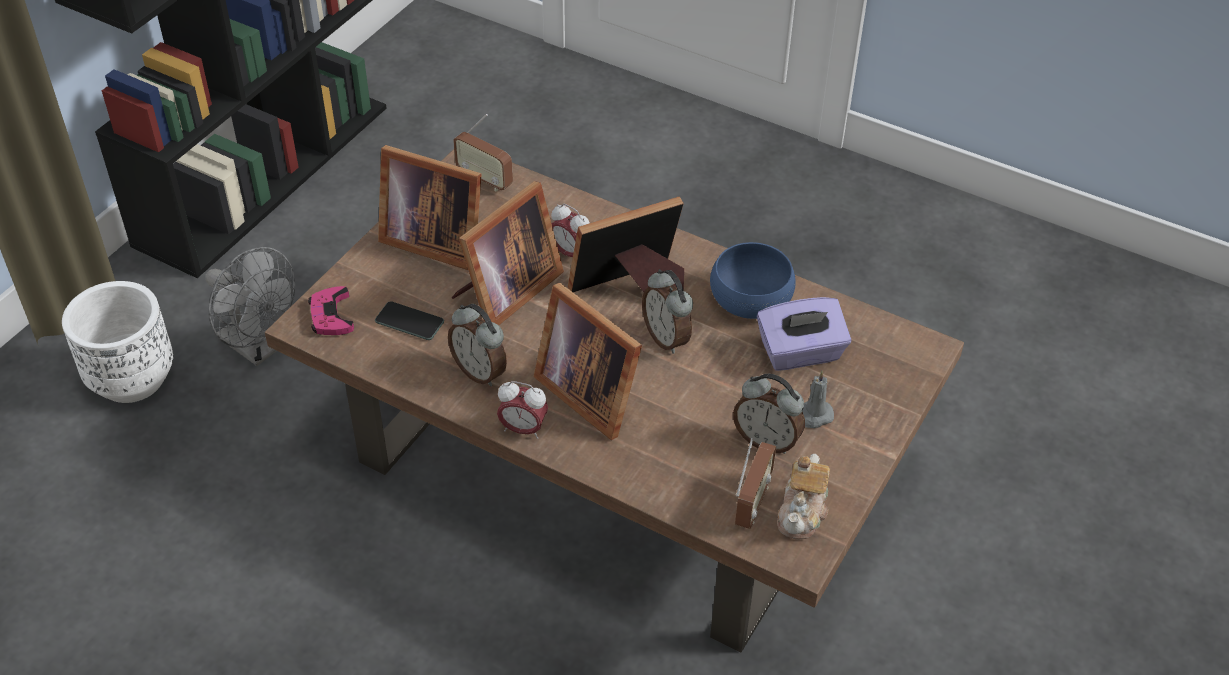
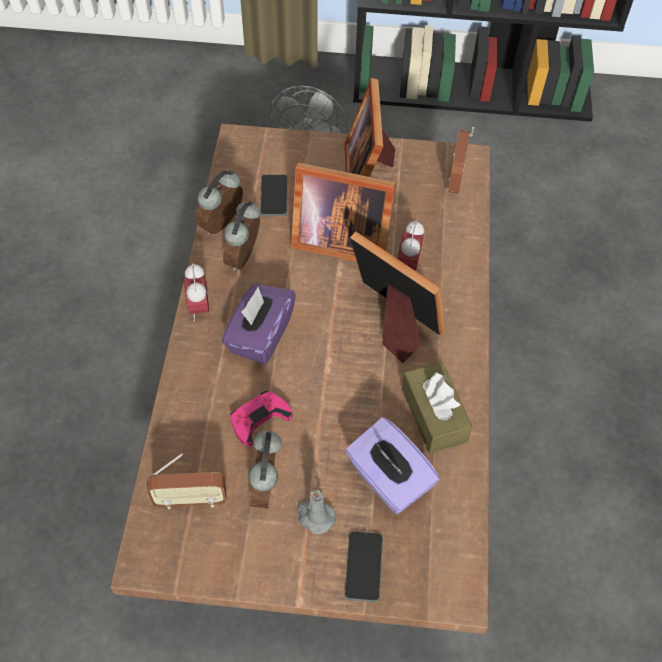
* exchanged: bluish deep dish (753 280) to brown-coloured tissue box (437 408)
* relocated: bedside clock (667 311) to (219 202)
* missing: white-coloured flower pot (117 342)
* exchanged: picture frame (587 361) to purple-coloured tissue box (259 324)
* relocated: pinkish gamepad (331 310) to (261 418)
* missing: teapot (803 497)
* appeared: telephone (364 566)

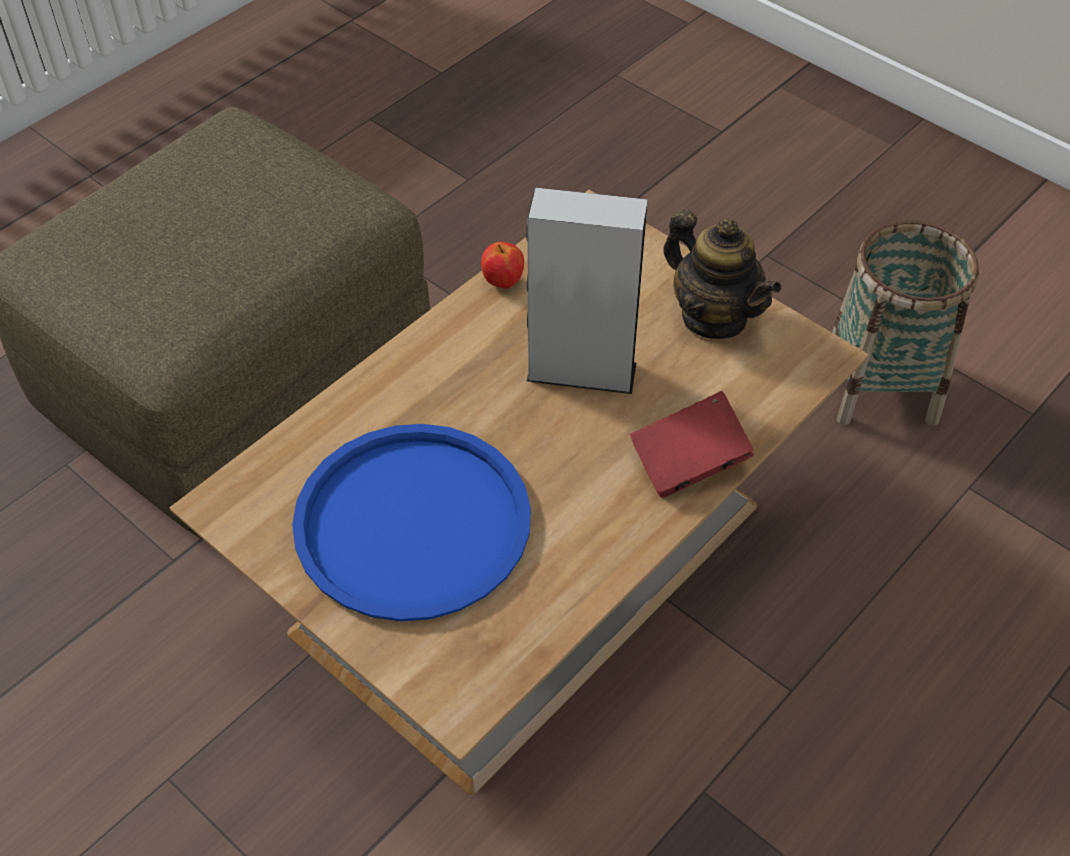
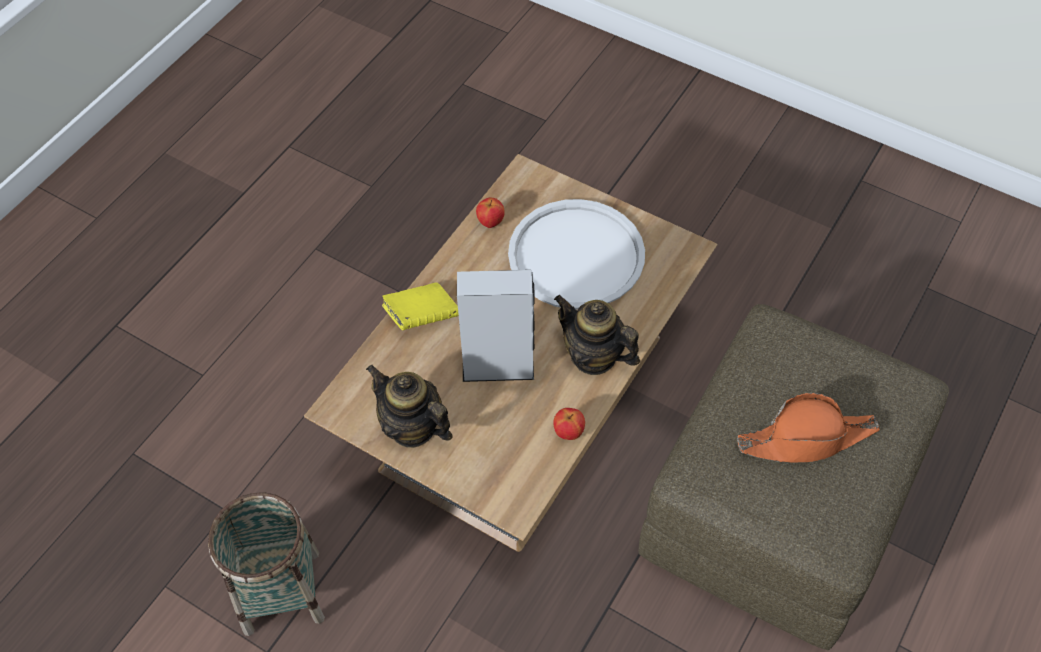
* colour: red-coloured volume (692 444) to yellow volume (420 306)
* colour: bluish serving tray (411 523) to white-coloured serving tray (576 254)
* appeared: apple fruit (490 213)
* appeared: teapot (597 335)
* appeared: orange hat (808 428)

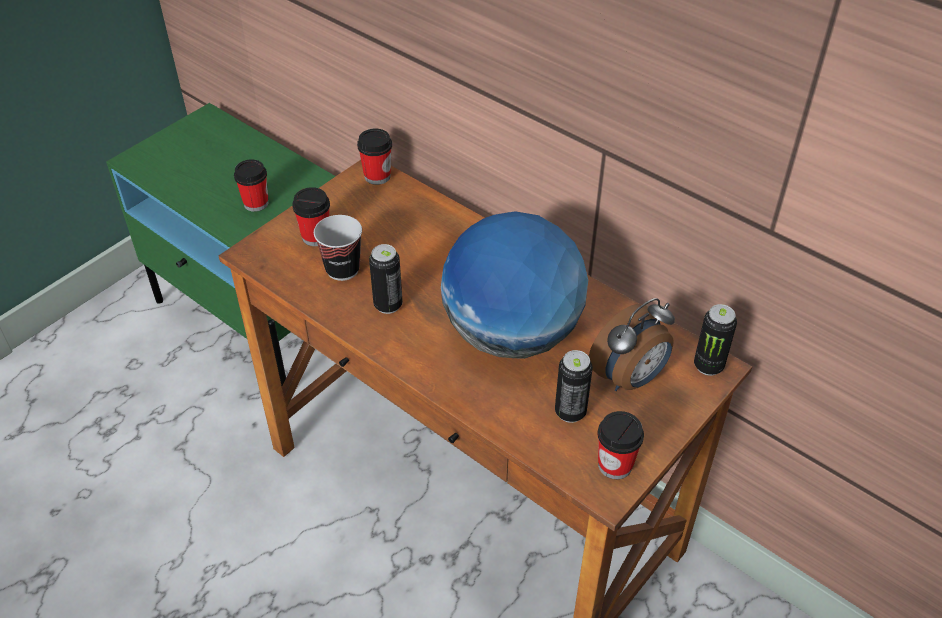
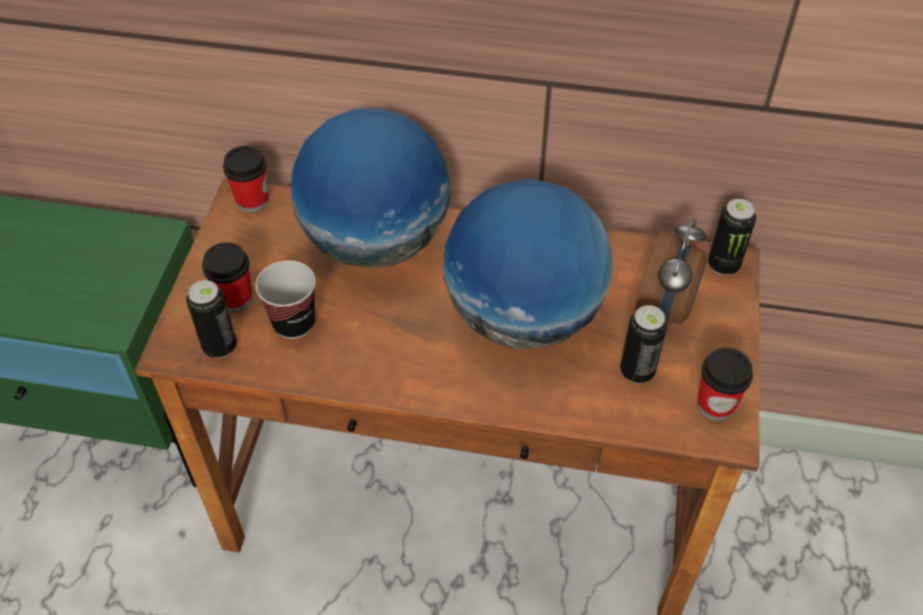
* missing: drinking cup (251 185)
* relocated: can (386 279) to (211 319)
* appeared: globe (370 188)

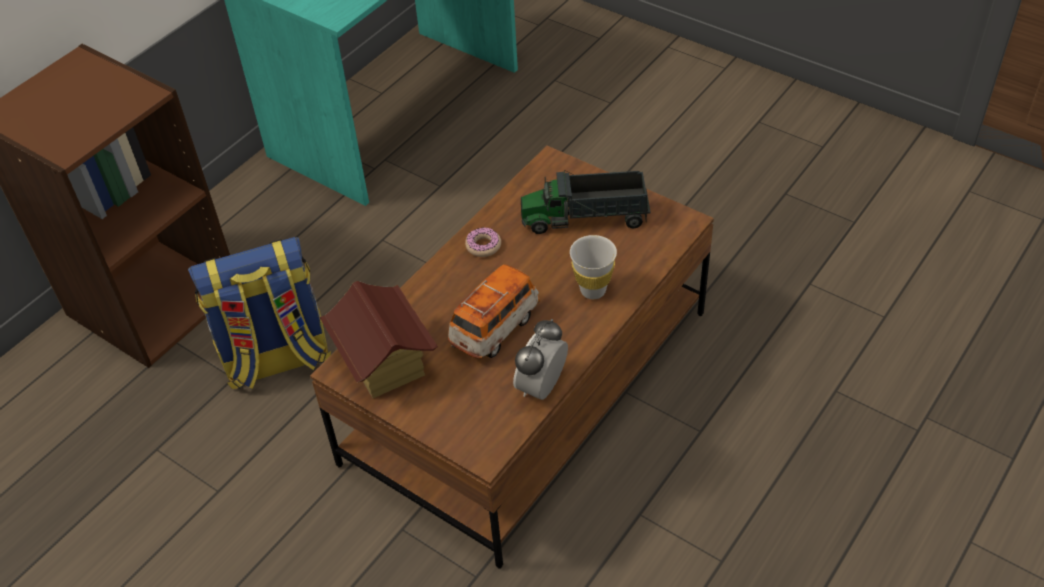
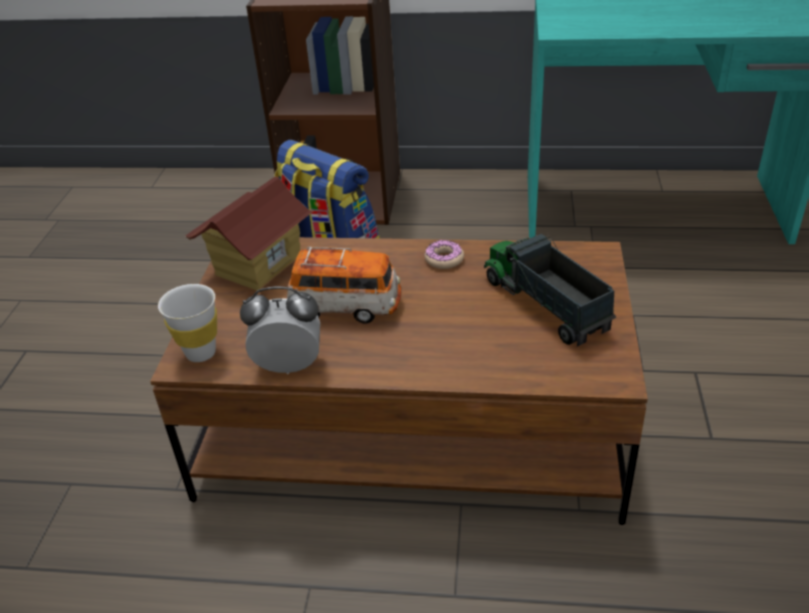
* relocated: white-coloured drinking cup (593 267) to (187 323)

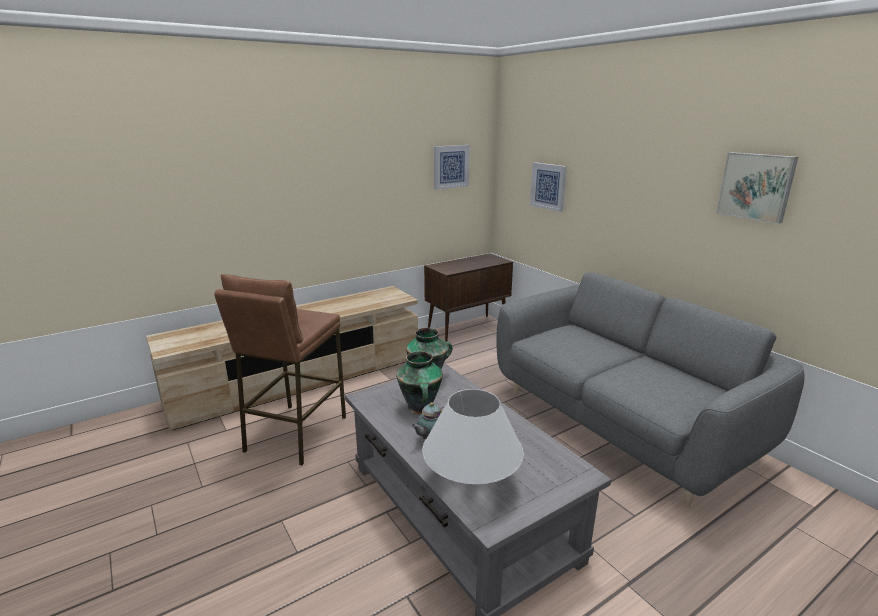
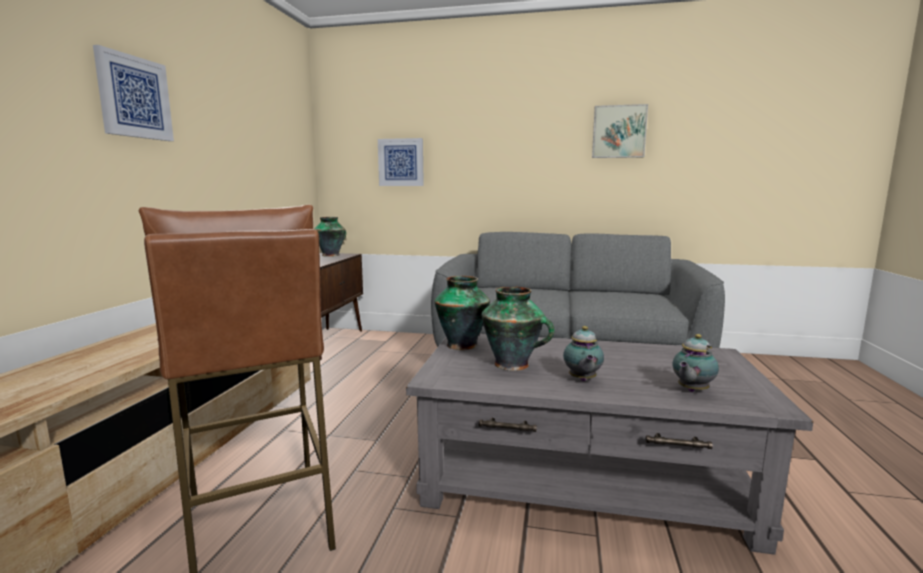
* relocated: wall art (452 167) to (133 93)
* exchanged: white-coloured tabletop lamp (473 437) to teapot (695 363)
* appeared: vase (330 237)

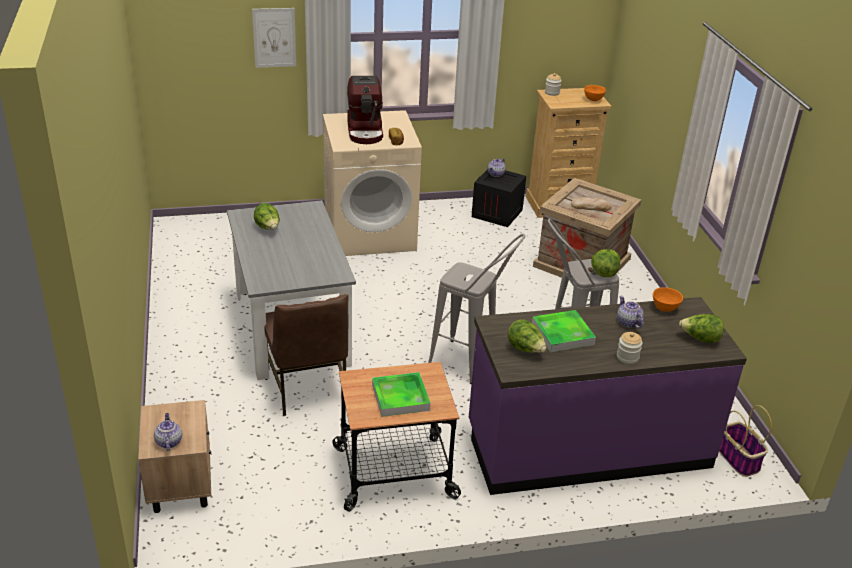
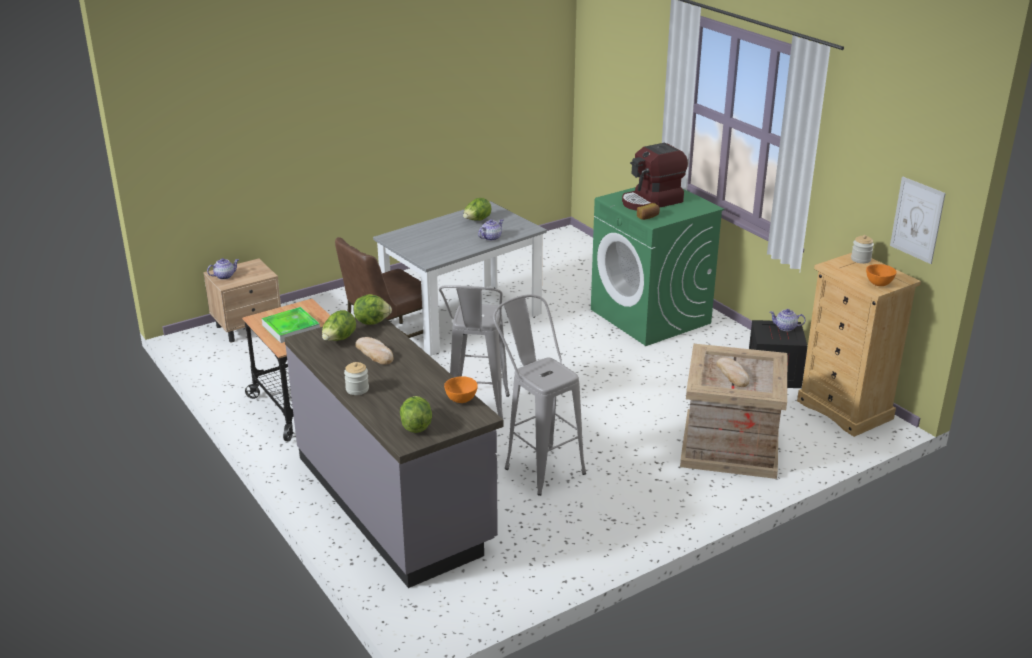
* relocated: wall art (274 38) to (918 220)
* colour: beige laundry appliance (372 183) to greenish laundry appliance (657 266)
* relocated: head of lettuce (605 263) to (372 309)
* relocated: teapot (630 312) to (491 230)
* colour: purple-coloured kitchen base unit (608 396) to greyish kitchen base unit (393 452)
* exchanged: serving tray (564 331) to baked bread (374 351)
* missing: basket (745 441)

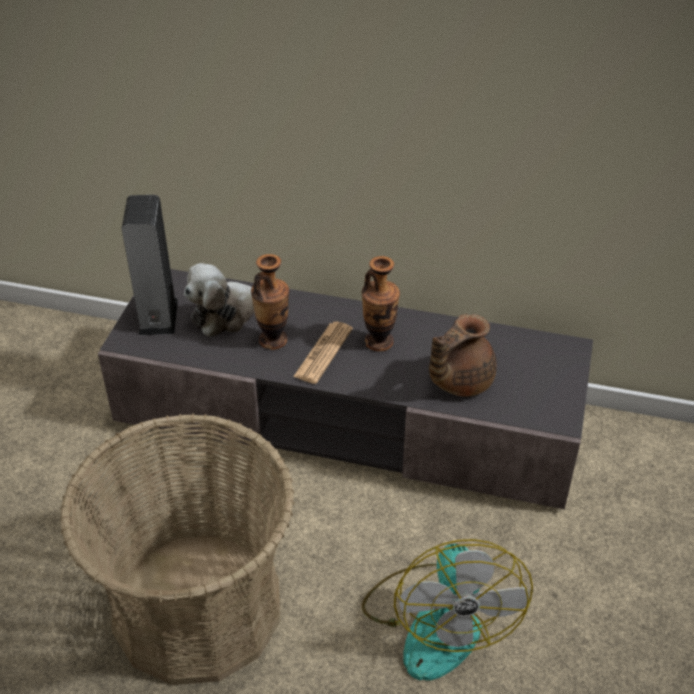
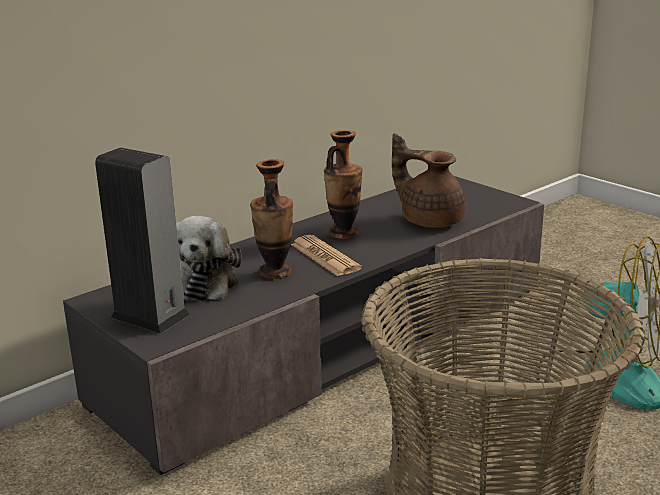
* spun: brown-coloured teapot (462 355) = (429 180) 135 degrees clockwise

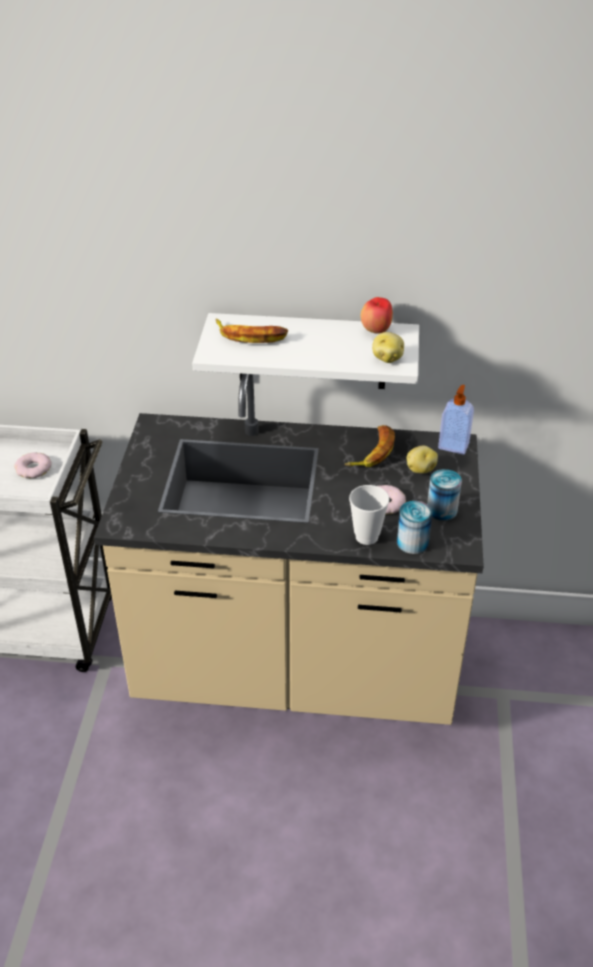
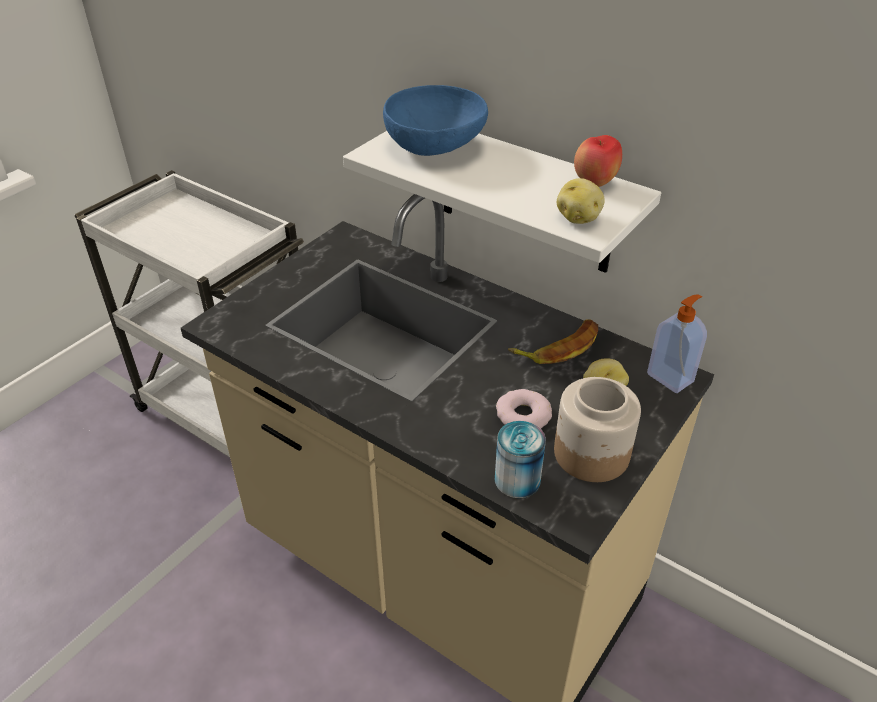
* exchanged: whole banana (251 331) to bluish deep dish (435 120)
* missing: donut (32 465)
* exchanged: can (444 495) to preserve jar (597 429)
* missing: drinking cup (369 515)

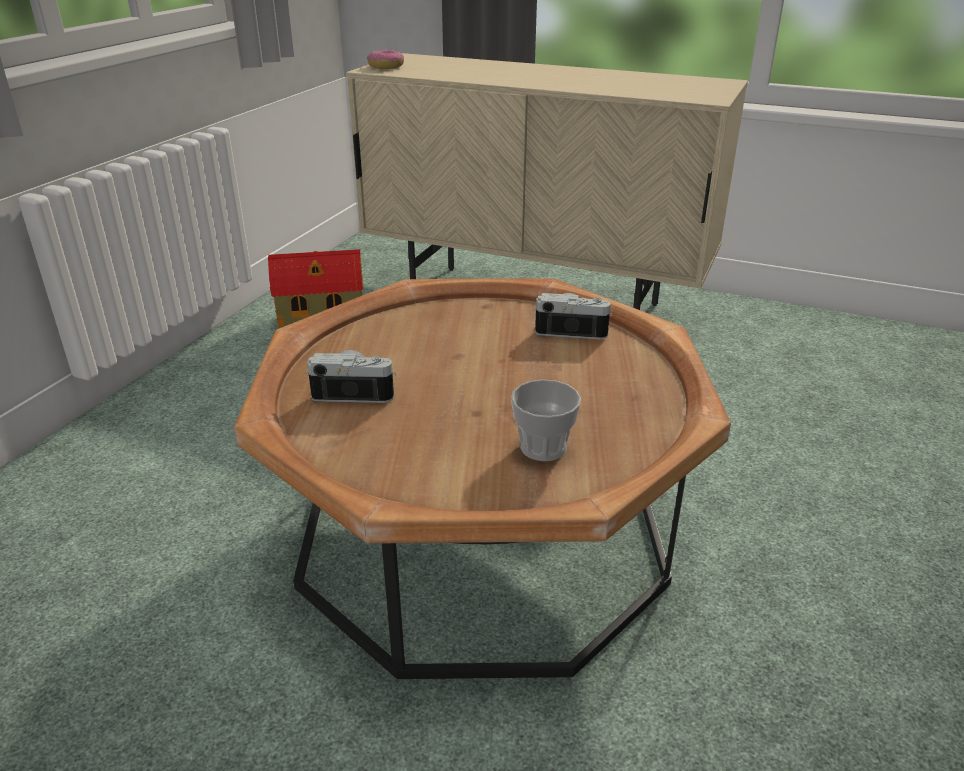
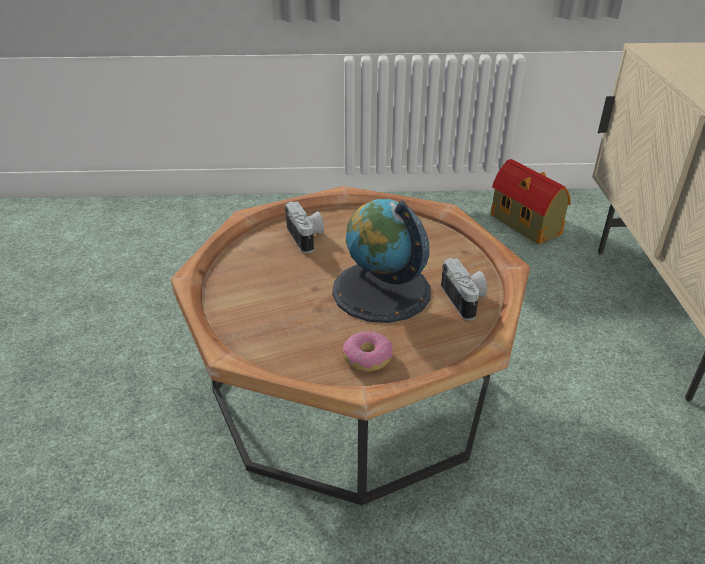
* relocated: donut (385 59) to (368 351)
* missing: drinking cup (546 420)
* appeared: globe (381 261)

